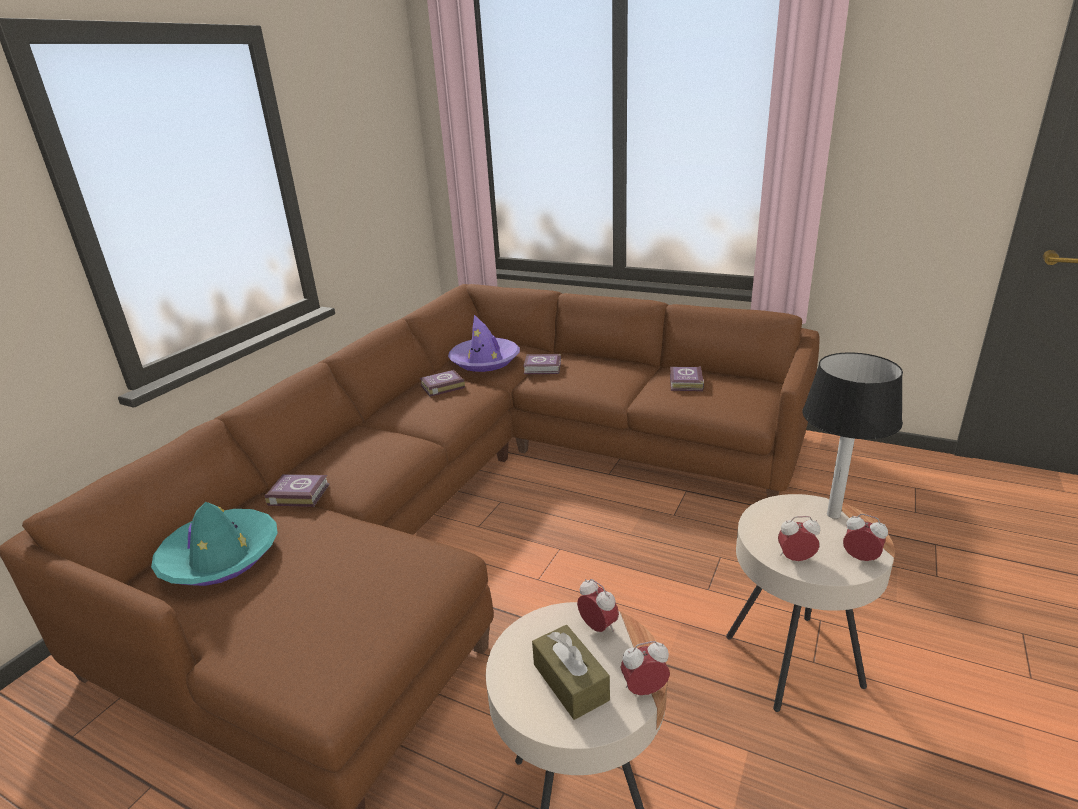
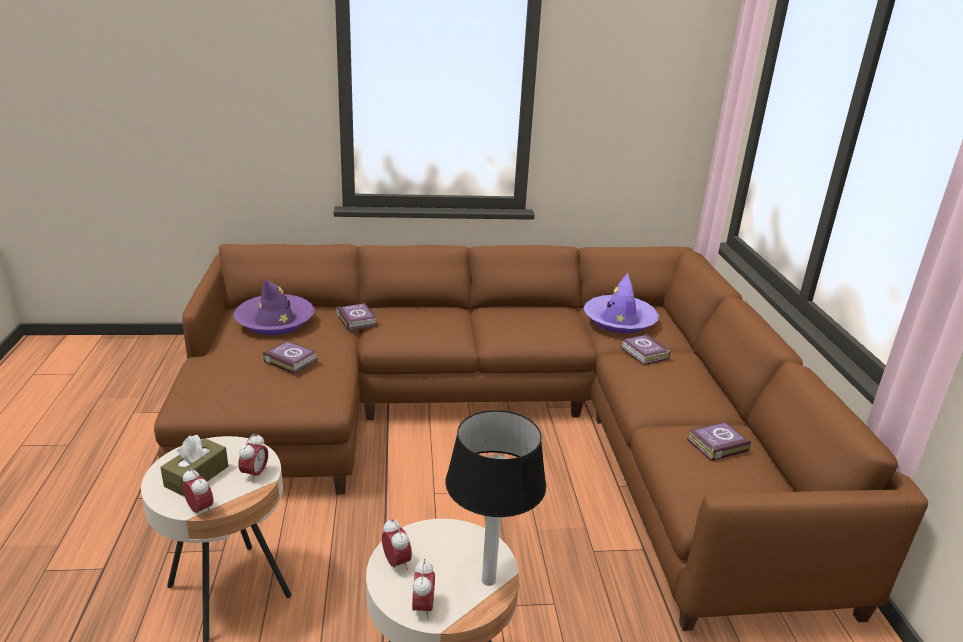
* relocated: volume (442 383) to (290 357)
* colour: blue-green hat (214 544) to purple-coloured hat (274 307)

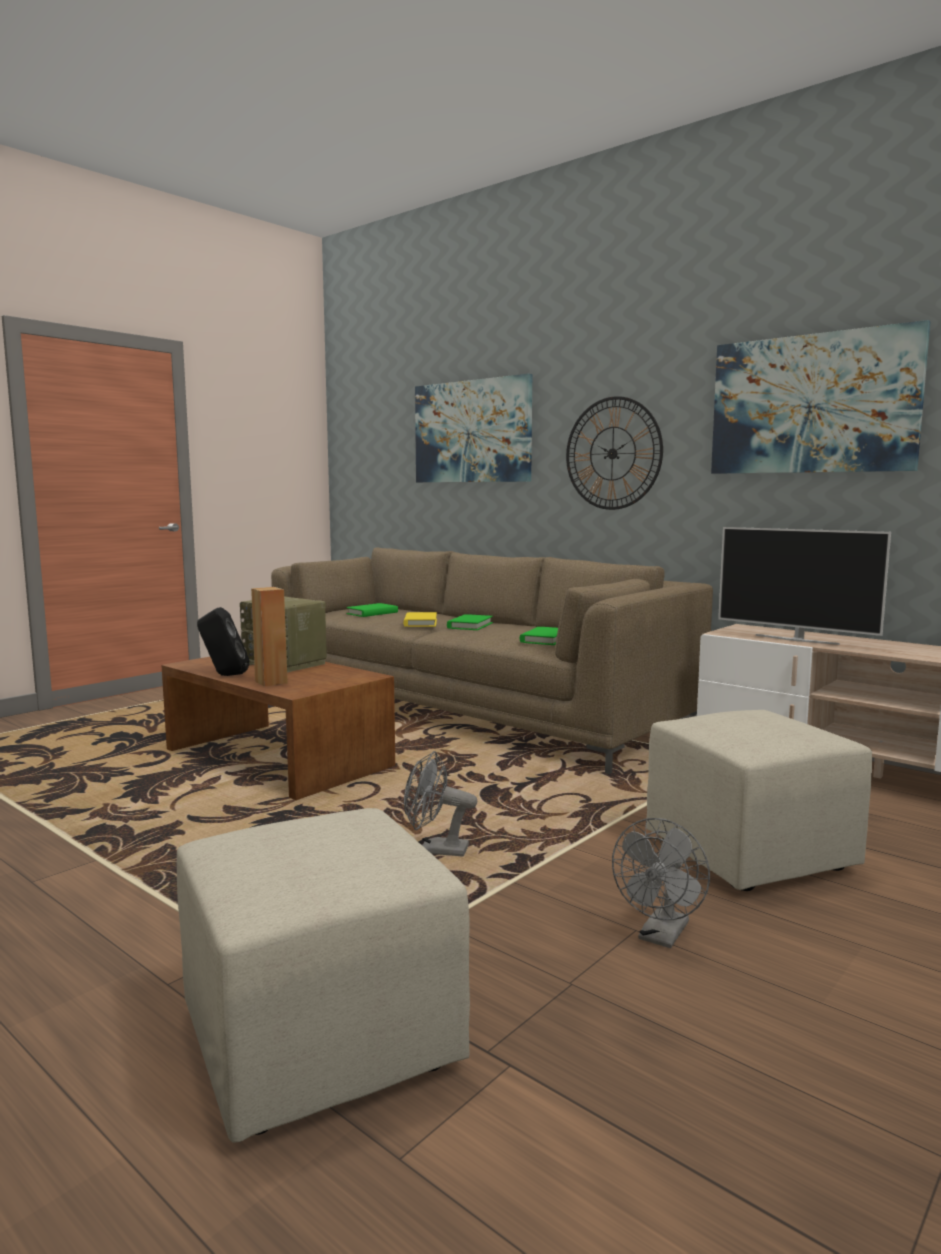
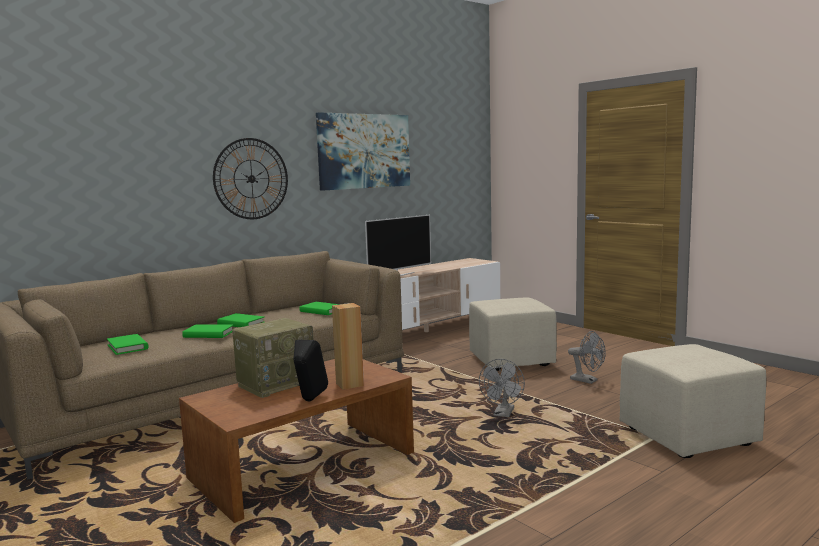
* missing: wall art (473 428)
* colour: yellow volume (420 619) to greenish volume (208 331)

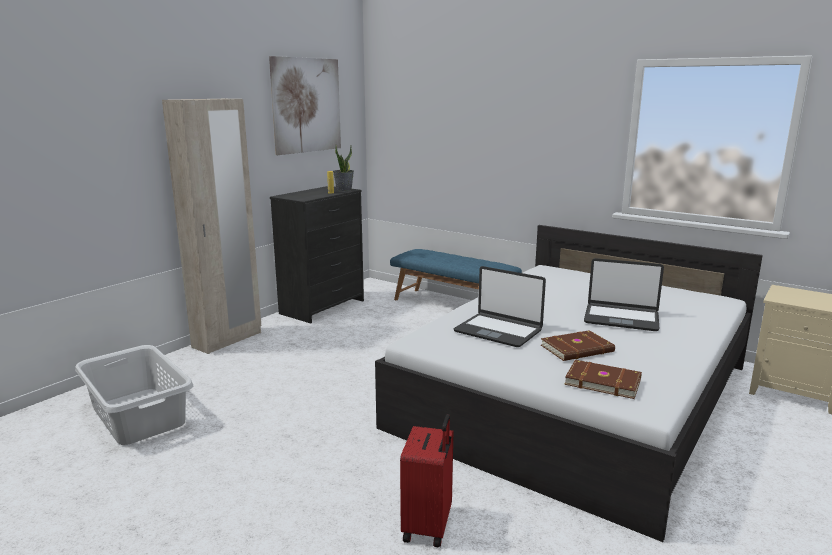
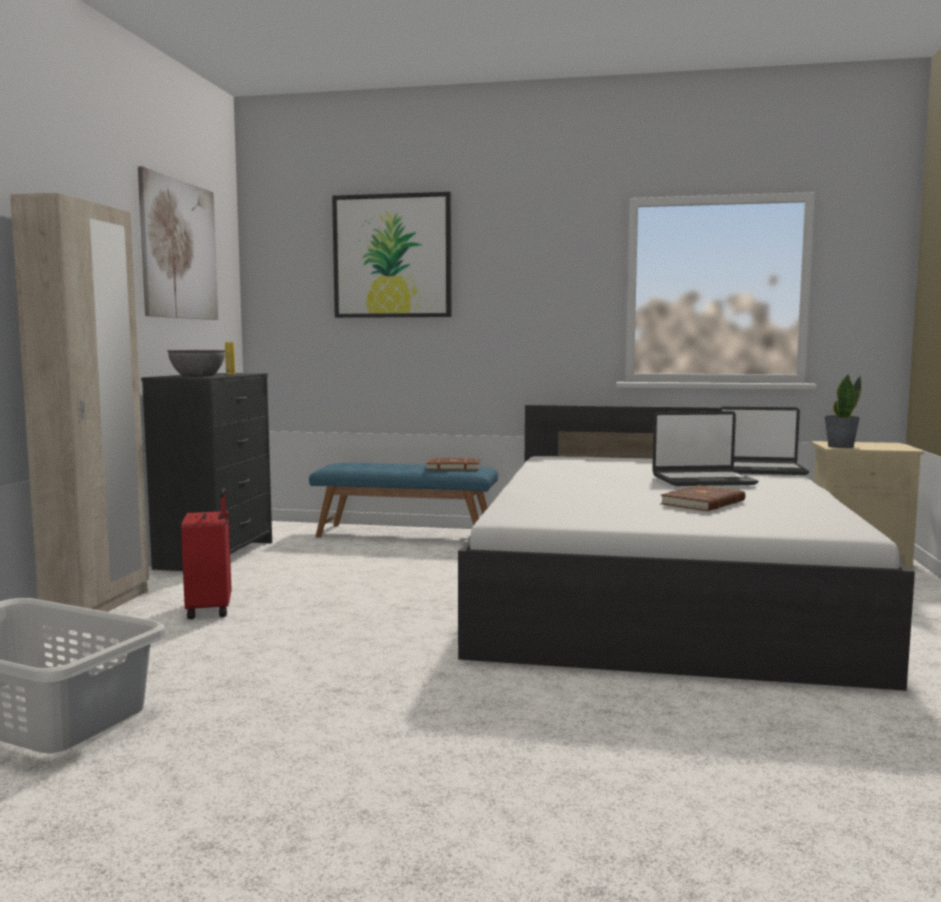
* relocated: houseplant (343 168) to (842 411)
* relocated: laptop (500 306) to (764 440)
* relocated: brown-coloured volume (603 379) to (452 464)
* relocated: red-coloured suitcase (426 481) to (206 553)
* appeared: wall art (392 255)
* appeared: greyish deep dish (196 363)

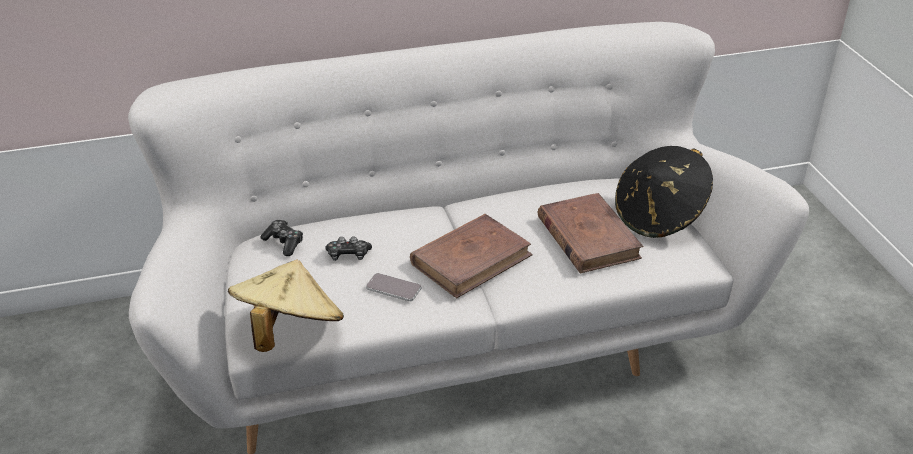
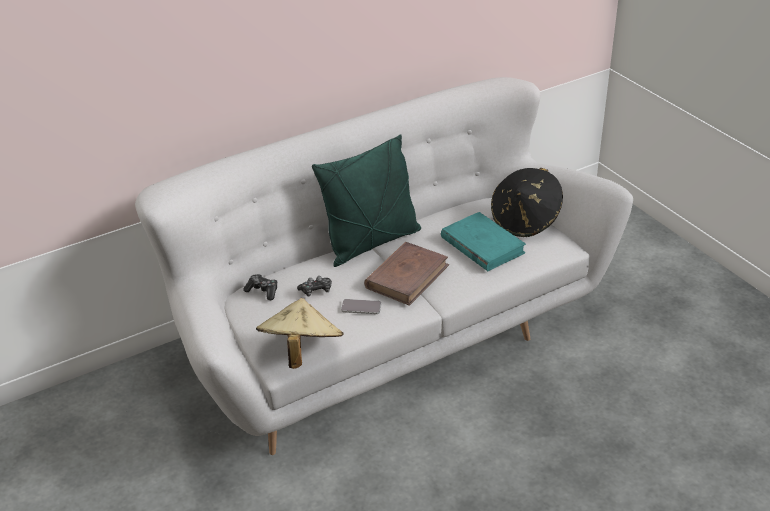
* colour: brown-coloured volume (590 233) to blue-green volume (483 241)
* appeared: greenish throw pillow (366 200)

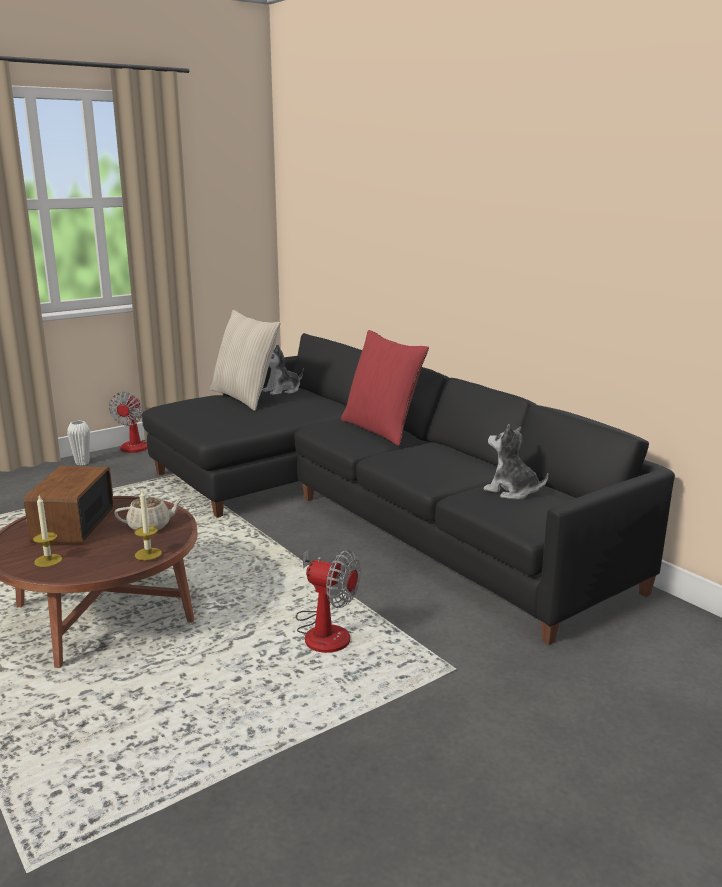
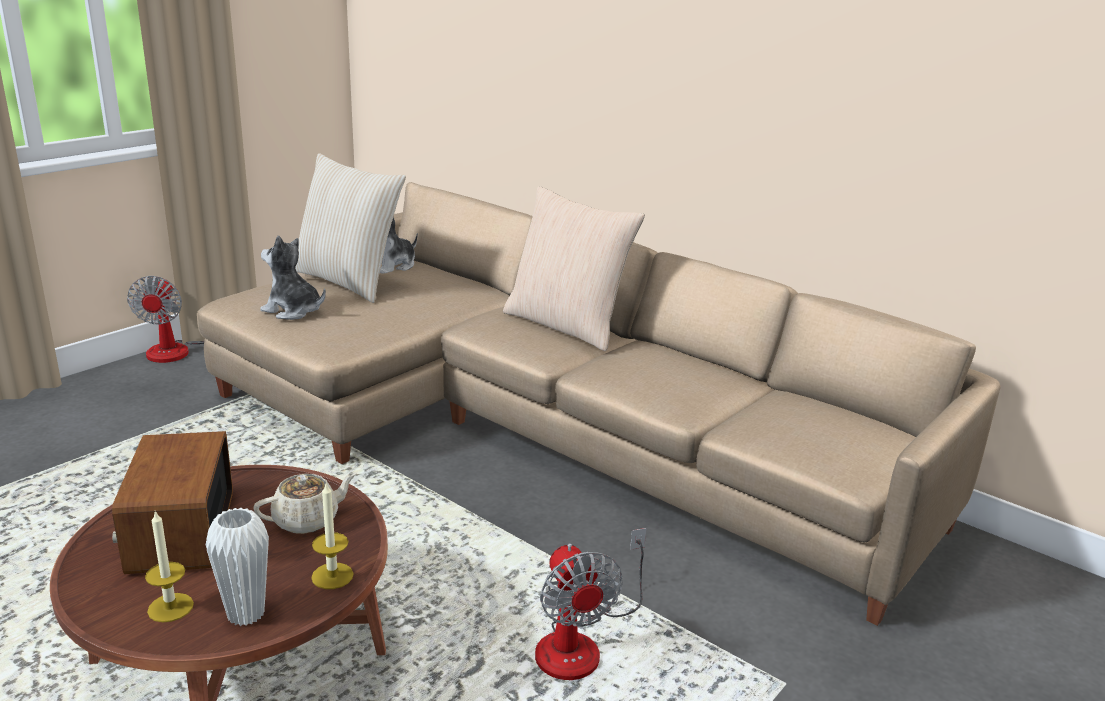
* colour: red-coloured throw pillow (385 388) to beige throw pillow (574 268)
* colour: black-coloured settee (408 489) to beige settee (599 404)
* relocated: white-coloured vase (78 442) to (237 567)
* relocated: cuddly toy (516 462) to (293 278)
* spun: fan (328 601) = (590 604) 60 degrees clockwise

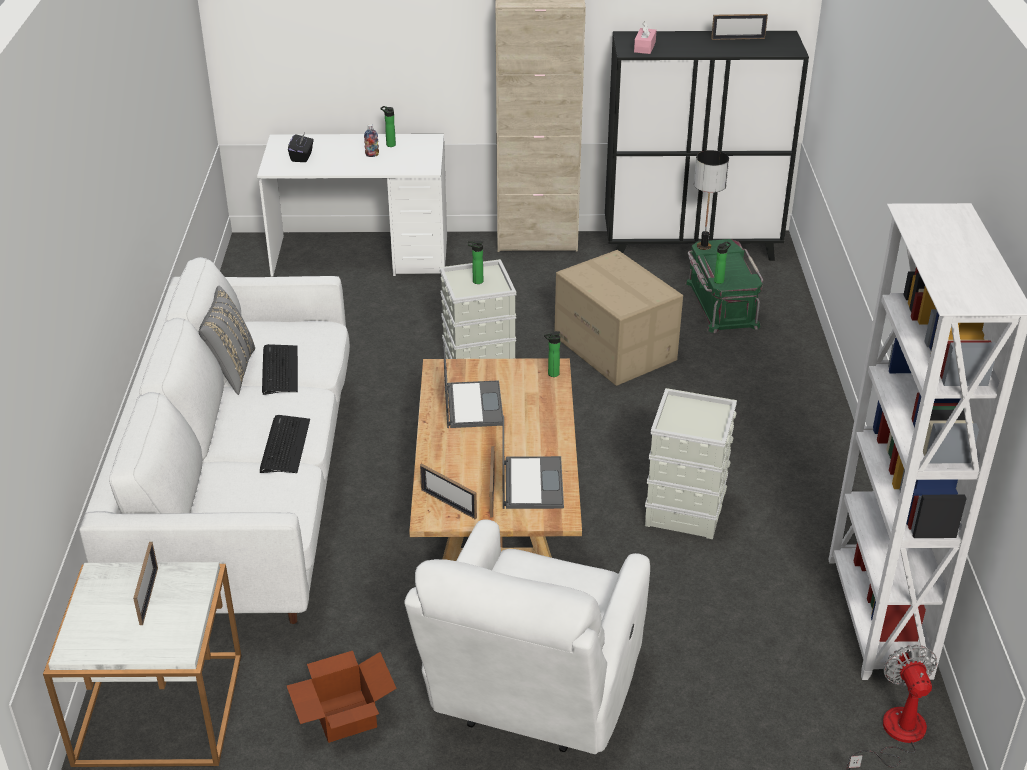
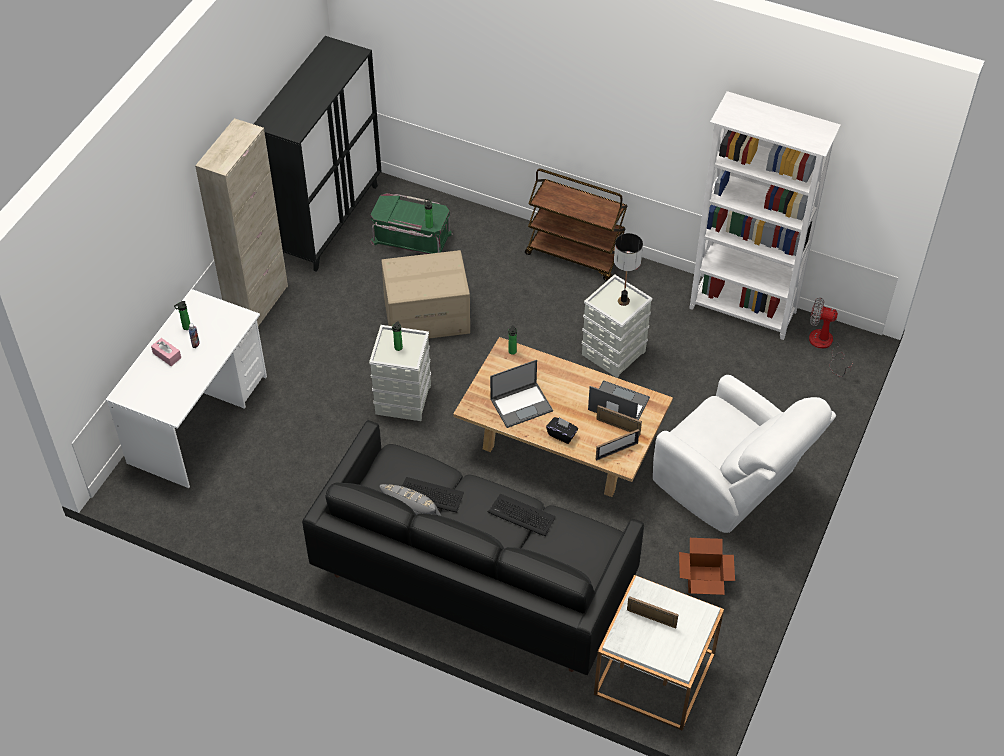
* missing: picture frame (739 27)
* relocated: pinkish tissue box (645 38) to (166 352)
* relocated: black-coloured tissue box (301 147) to (562 430)
* relocated: tabletop lamp (711 200) to (628 269)
* colour: white-coloured settee (214 440) to black-coloured settee (473 547)
* spun: laptop (473 385) = (521 394) 135 degrees clockwise
* appeared: brown-coloured cart (576 225)

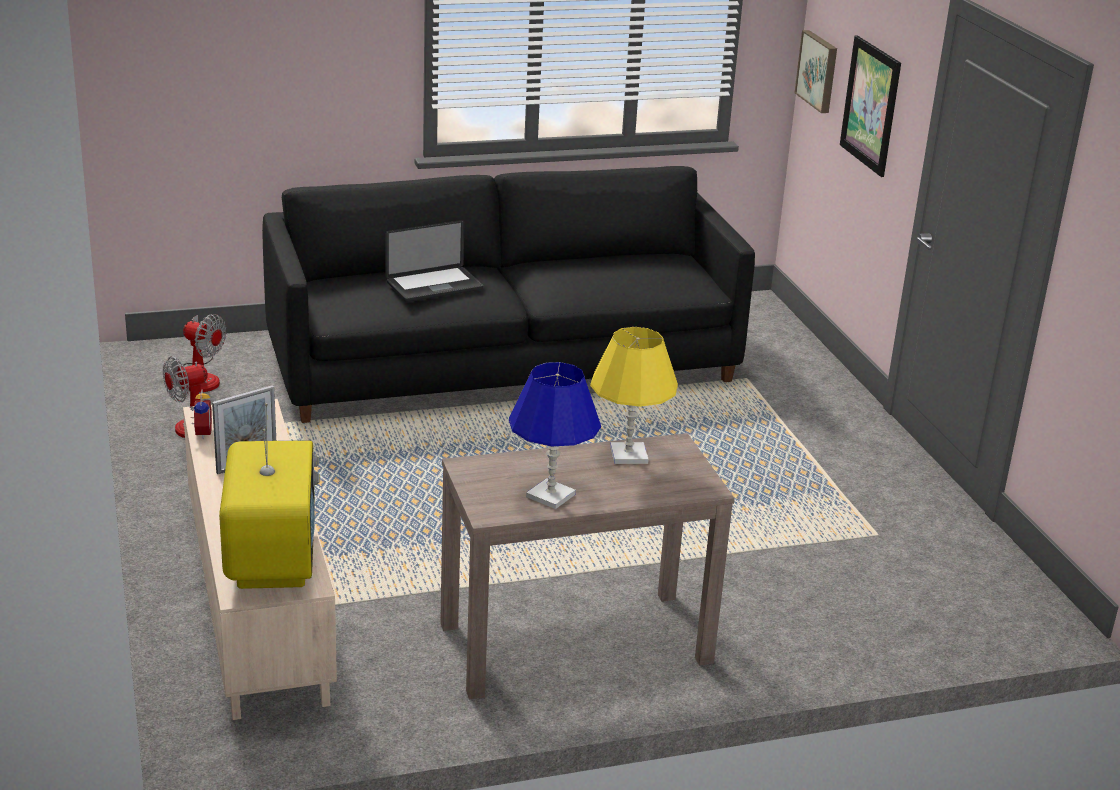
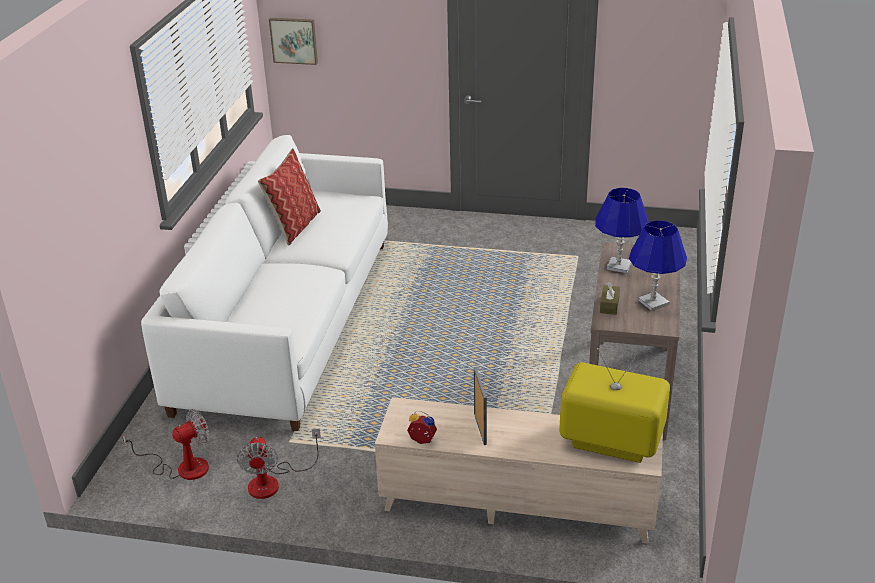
* missing: wall art (870 106)
* colour: black-coloured settee (508 294) to white-coloured settee (264 283)
* missing: laptop (434 261)
* colour: yellow tabletop lamp (634 395) to bluish tabletop lamp (622 230)
* appeared: throw pillow (289 197)
* appeared: brown-coloured tissue box (610 298)

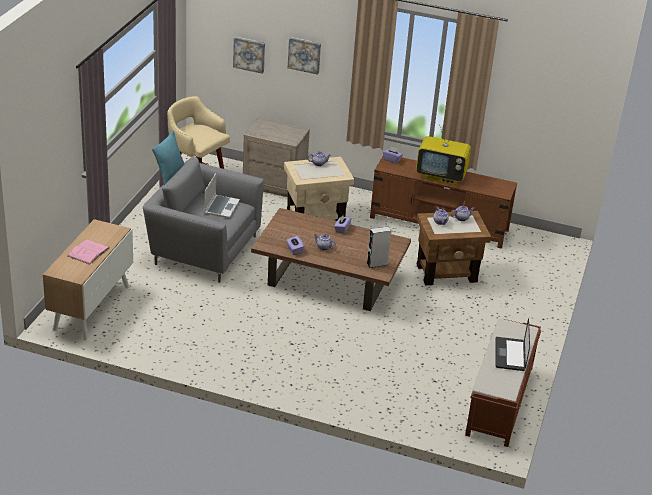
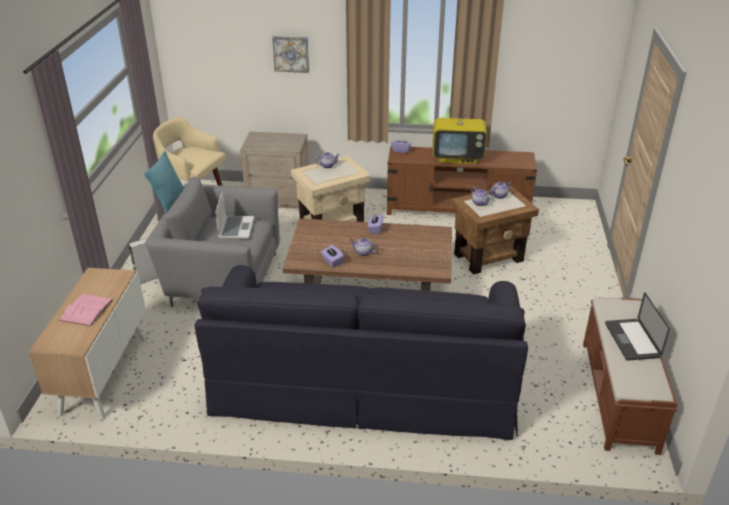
* missing: wall art (249 55)
* relocated: greyish speaker (379 247) to (143 261)
* appeared: black-coloured settee (361 352)

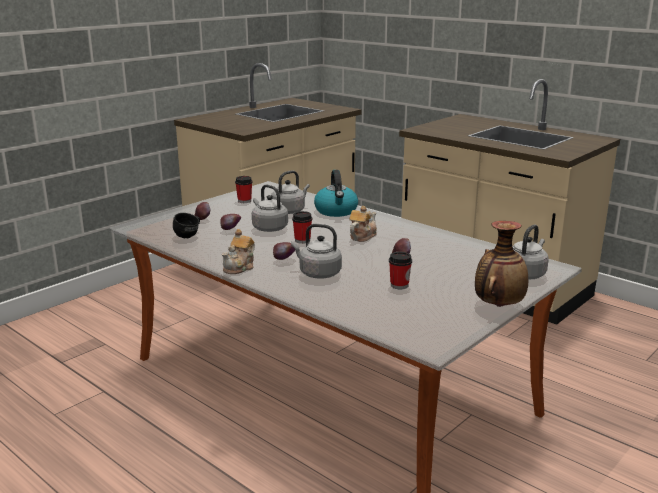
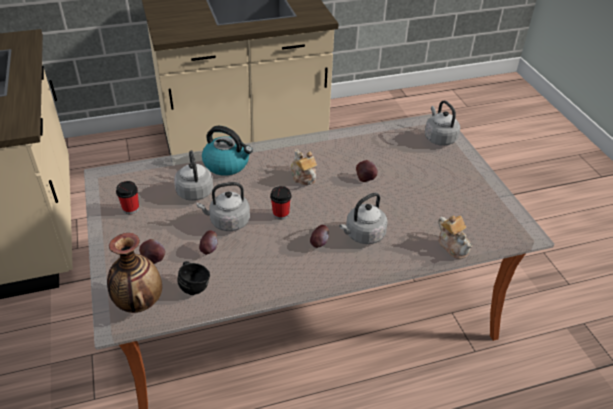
* relocated: vase (501 264) to (134 273)
* relocated: teapot (238 251) to (455 237)
* missing: drinking cup (400 270)

